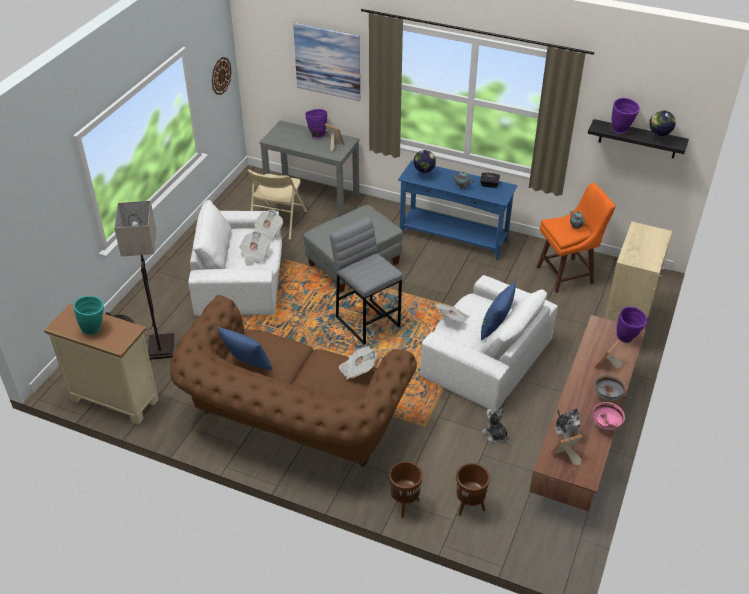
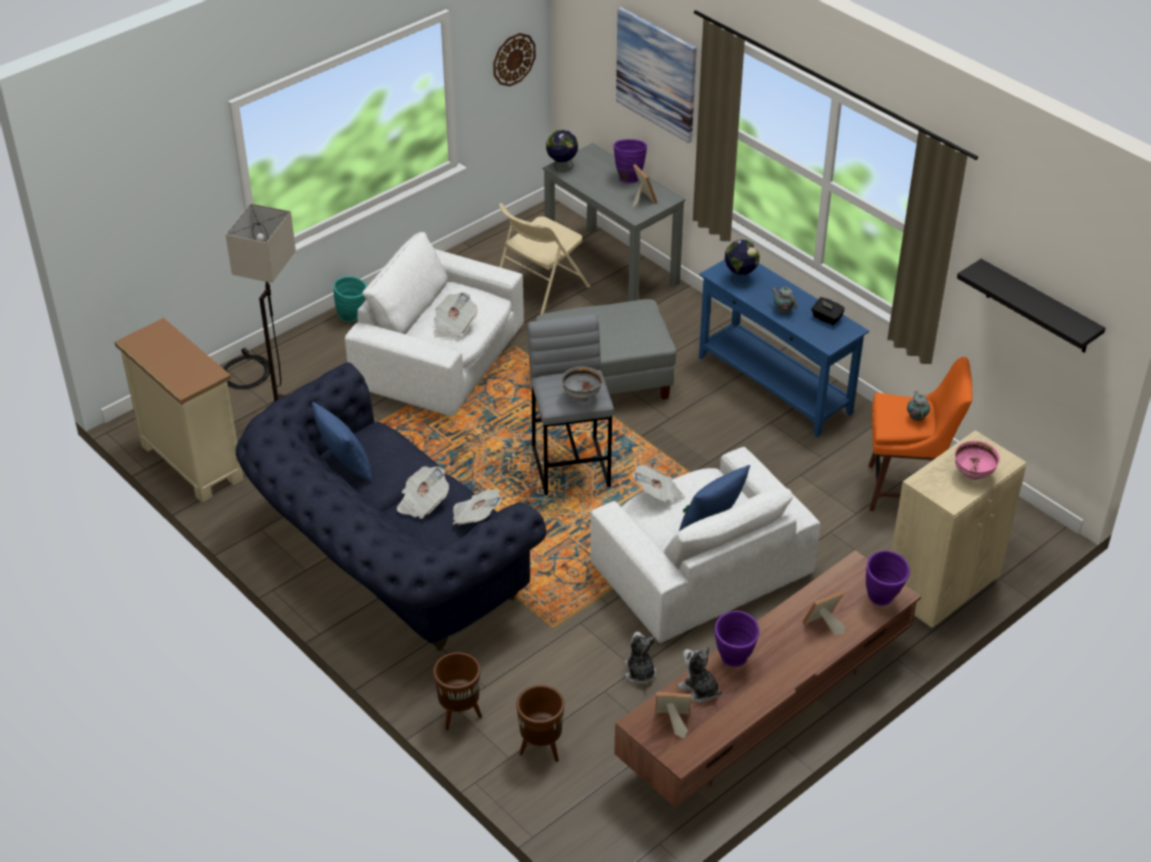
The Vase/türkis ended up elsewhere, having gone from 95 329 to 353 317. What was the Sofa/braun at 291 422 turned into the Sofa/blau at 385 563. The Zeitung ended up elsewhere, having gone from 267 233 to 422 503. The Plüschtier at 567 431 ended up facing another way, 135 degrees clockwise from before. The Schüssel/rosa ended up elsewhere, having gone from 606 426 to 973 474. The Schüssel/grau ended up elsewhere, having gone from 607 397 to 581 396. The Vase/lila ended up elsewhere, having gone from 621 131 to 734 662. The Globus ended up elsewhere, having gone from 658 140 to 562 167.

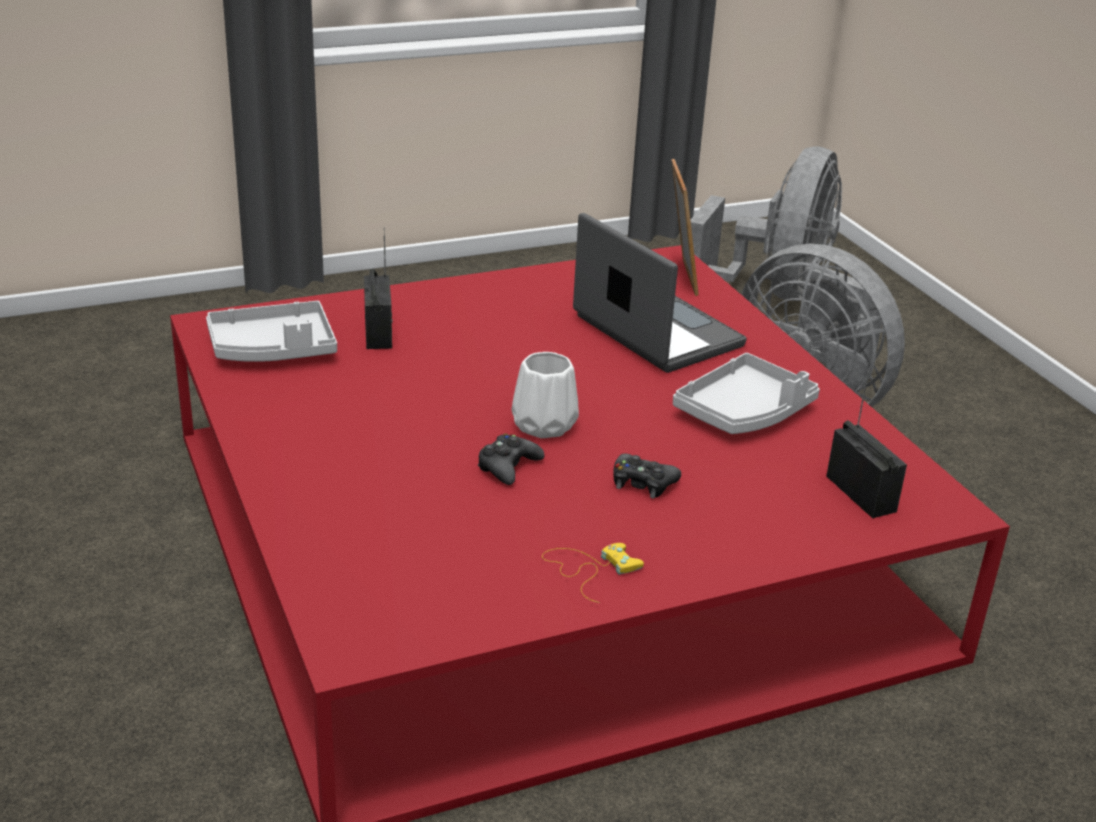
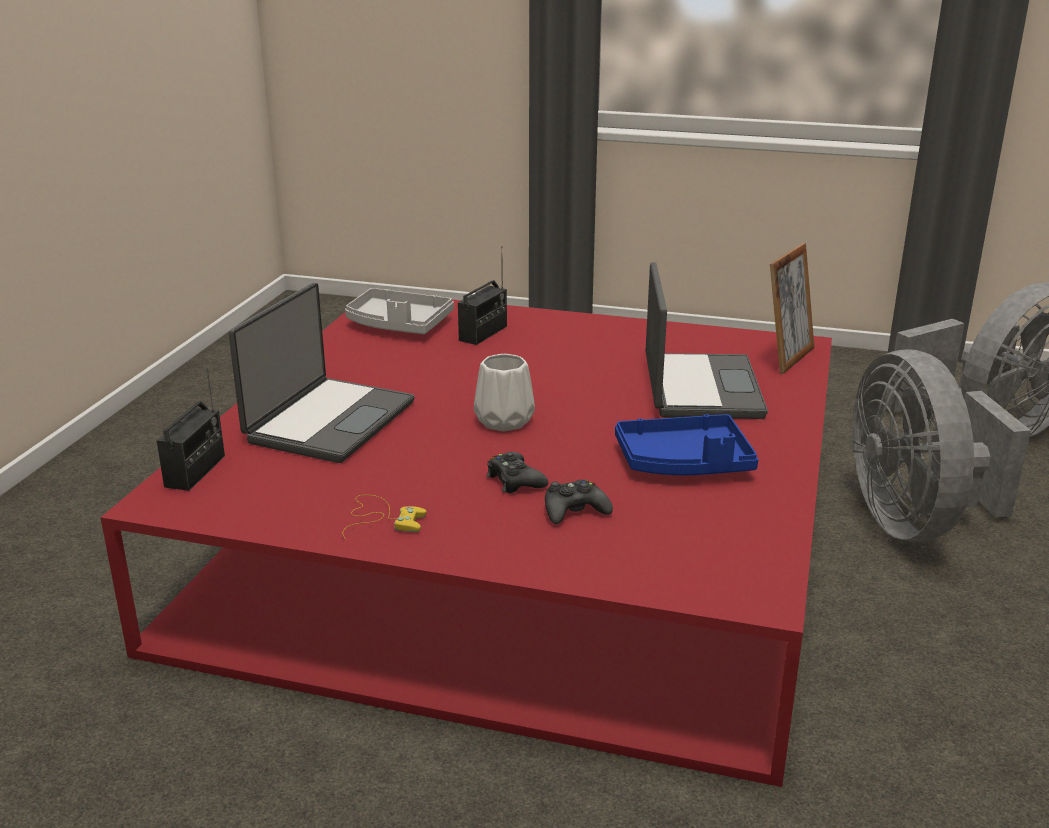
The Gamepad/schwarz ended up elsewhere, having gone from 508 466 to 574 511. What was the Tablett/grau at 745 412 turned into the Tablett/blau at 684 463. The Radio ended up elsewhere, having gone from 861 493 to 195 471. The second view gained the Laptop at 328 421.

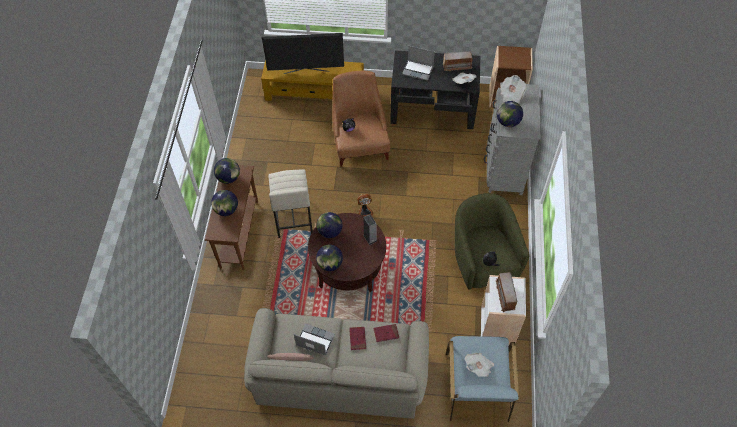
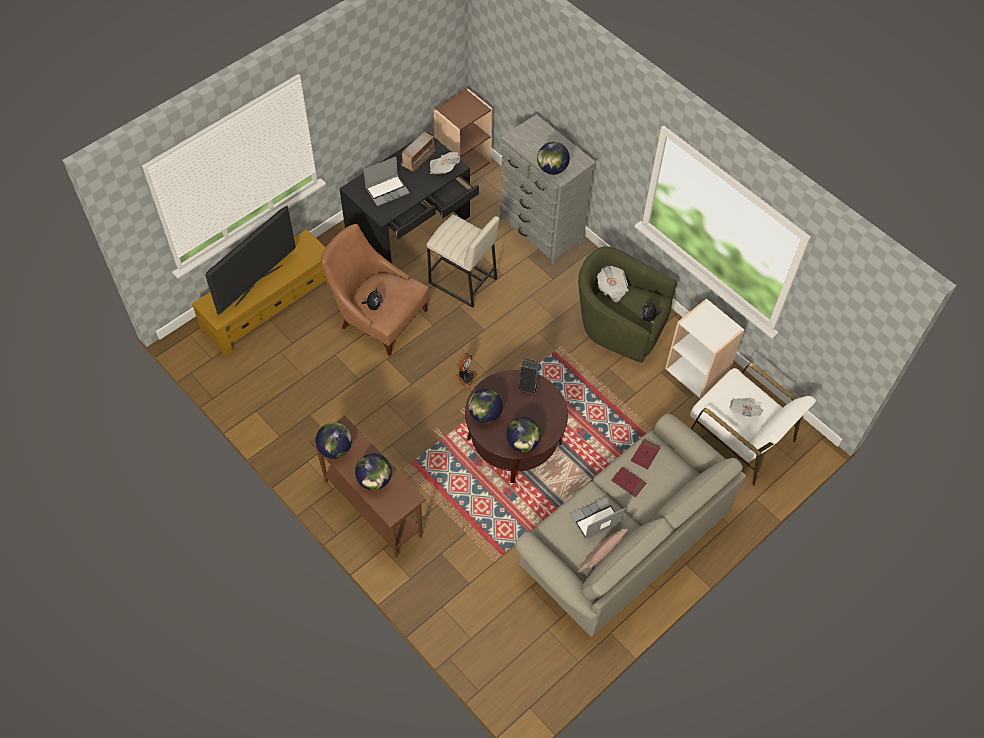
The Hocker/beige ended up elsewhere, having gone from 293 218 to 463 281. What was the Sessel/blau at 476 386 turned into the Sessel/weiß at 739 437. The second view lost the Radio at 505 296. The Zeitung ended up elsewhere, having gone from 511 95 to 612 288.

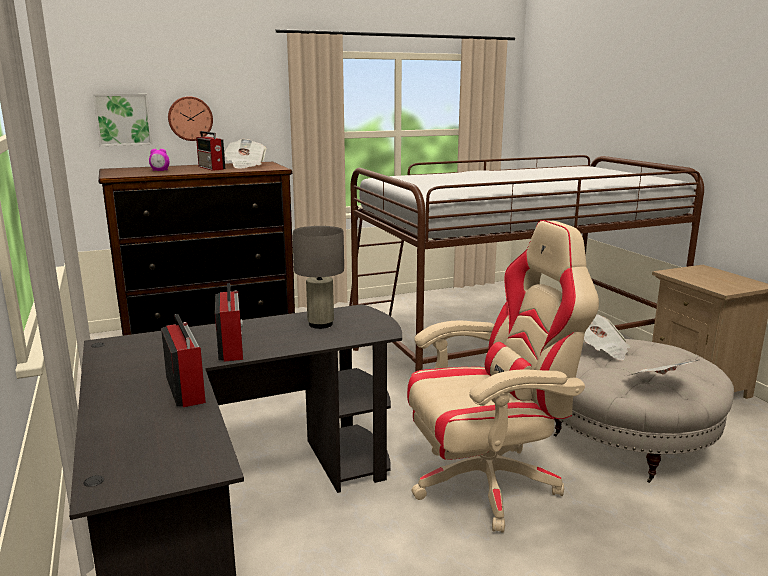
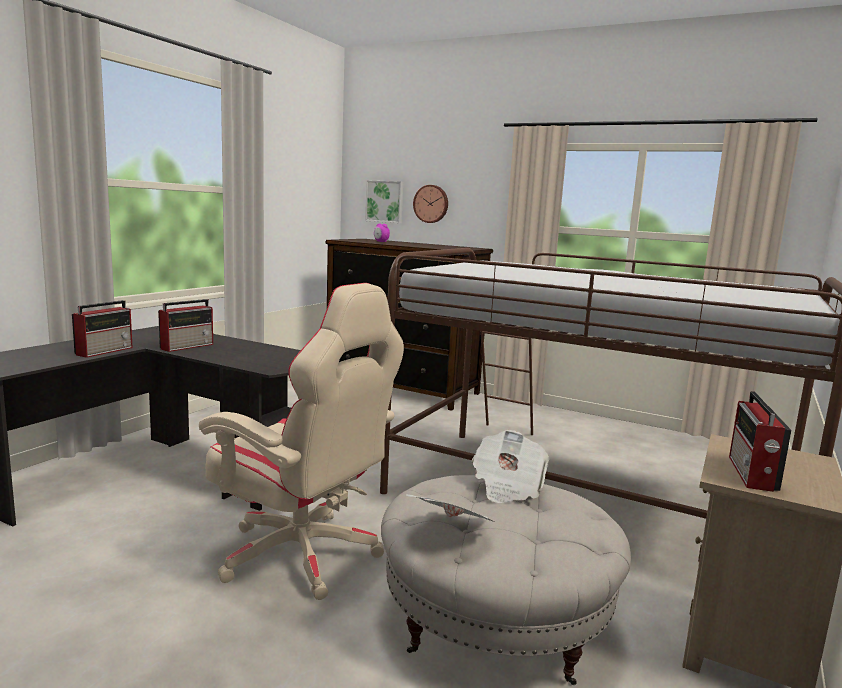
The Radio ended up elsewhere, having gone from 211 168 to 752 474. The second view lost the Zeitung at 245 166. The second view lost the Tischlampe/grau at 320 324.

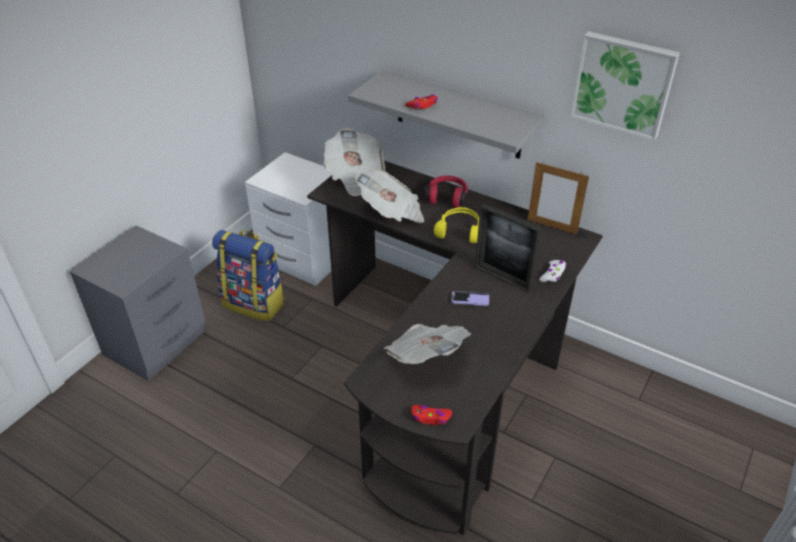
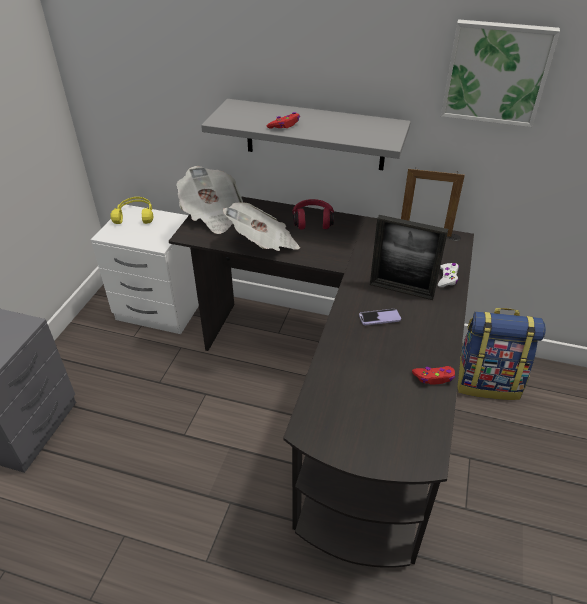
The Rucksack ended up elsewhere, having gone from 255 303 to 487 382. The second view lost the Zeitung at 425 356. The Gamepad/rot ended up elsewhere, having gone from 430 417 to 434 378. The Kopfhörer/gelb ended up elsewhere, having gone from 459 230 to 135 216.

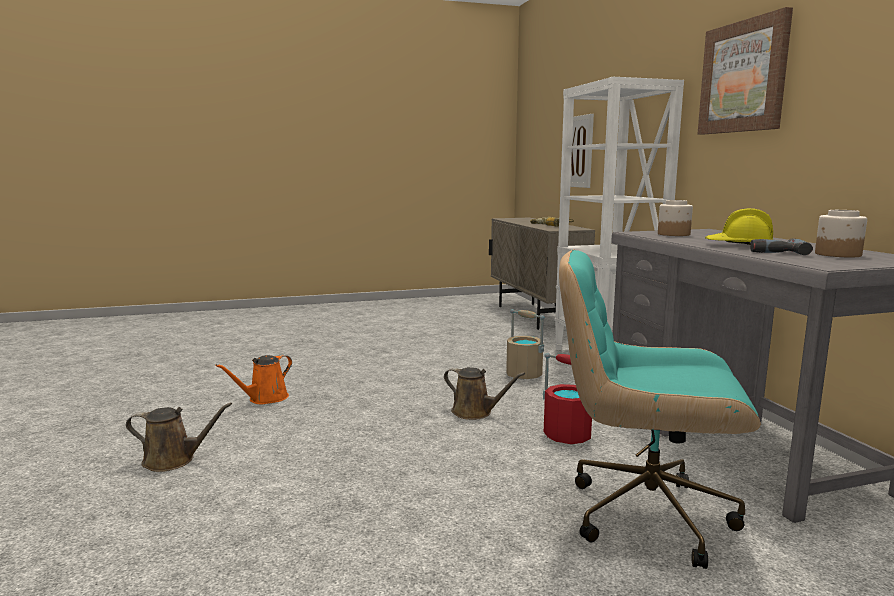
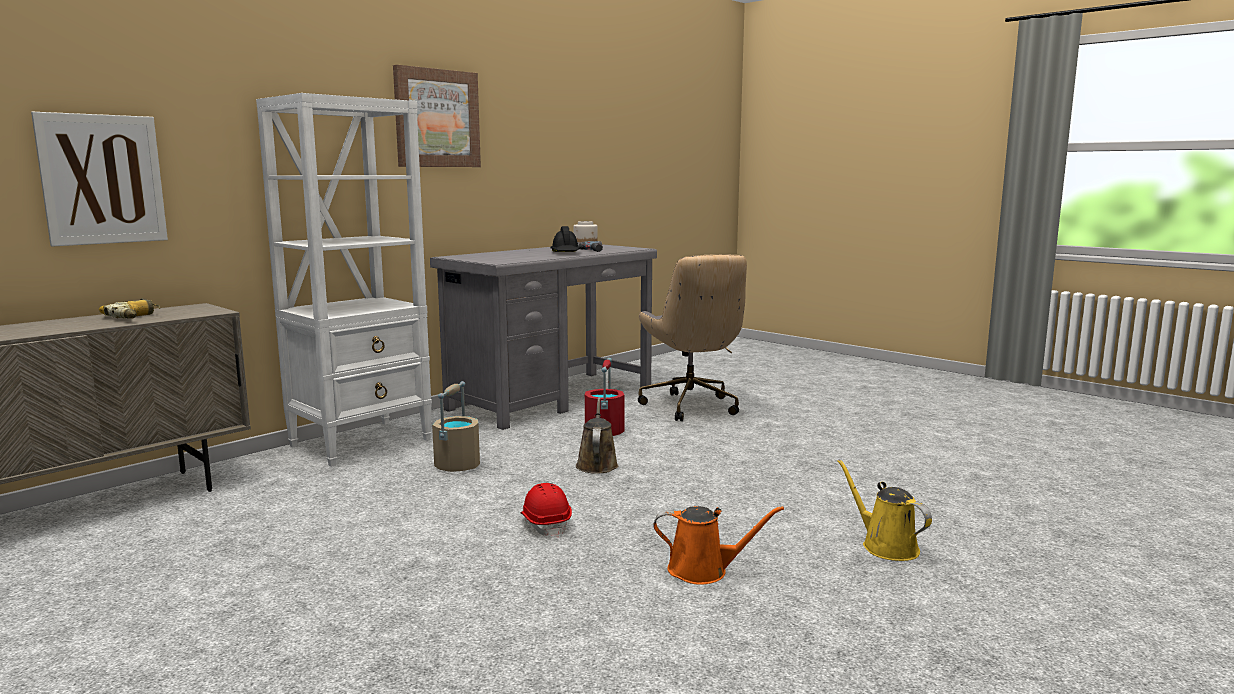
What was the Gießkanne/braun at 174 460 turned into the Gießkanne/gelb at 885 546. What was the Bürostuhl/türkis at 643 515 turned into the Bürostuhl/grau at 690 408. The second view lost the Vorratsglas at 673 234. What was the Schutzhelm/gelb at 738 245 turned into the Schutzhelm/schwarz at 565 253. The second view gained the Schutzhelm/rot at 546 524.

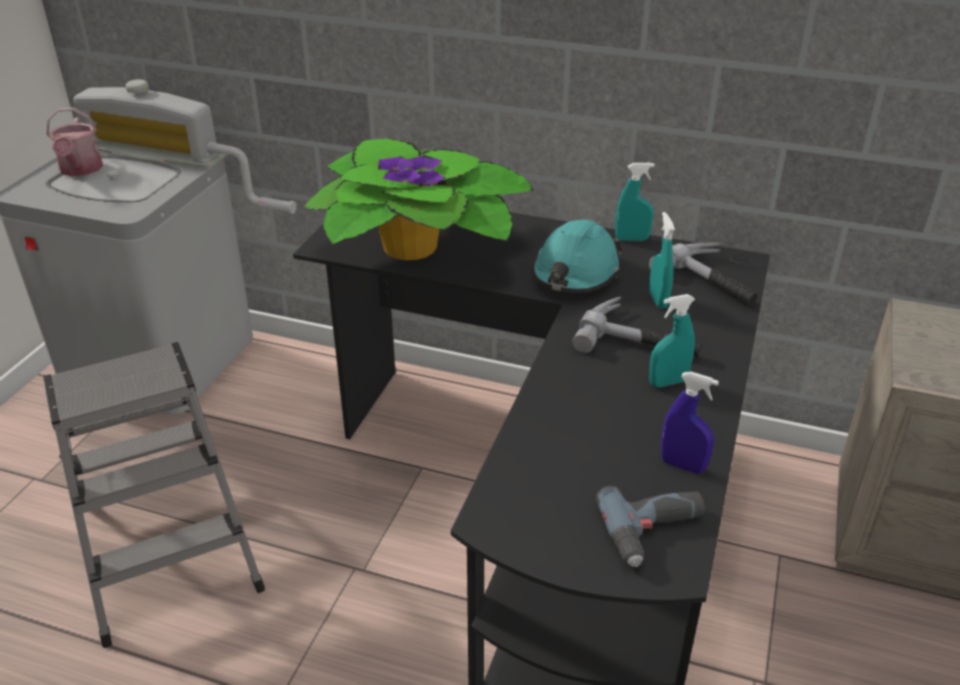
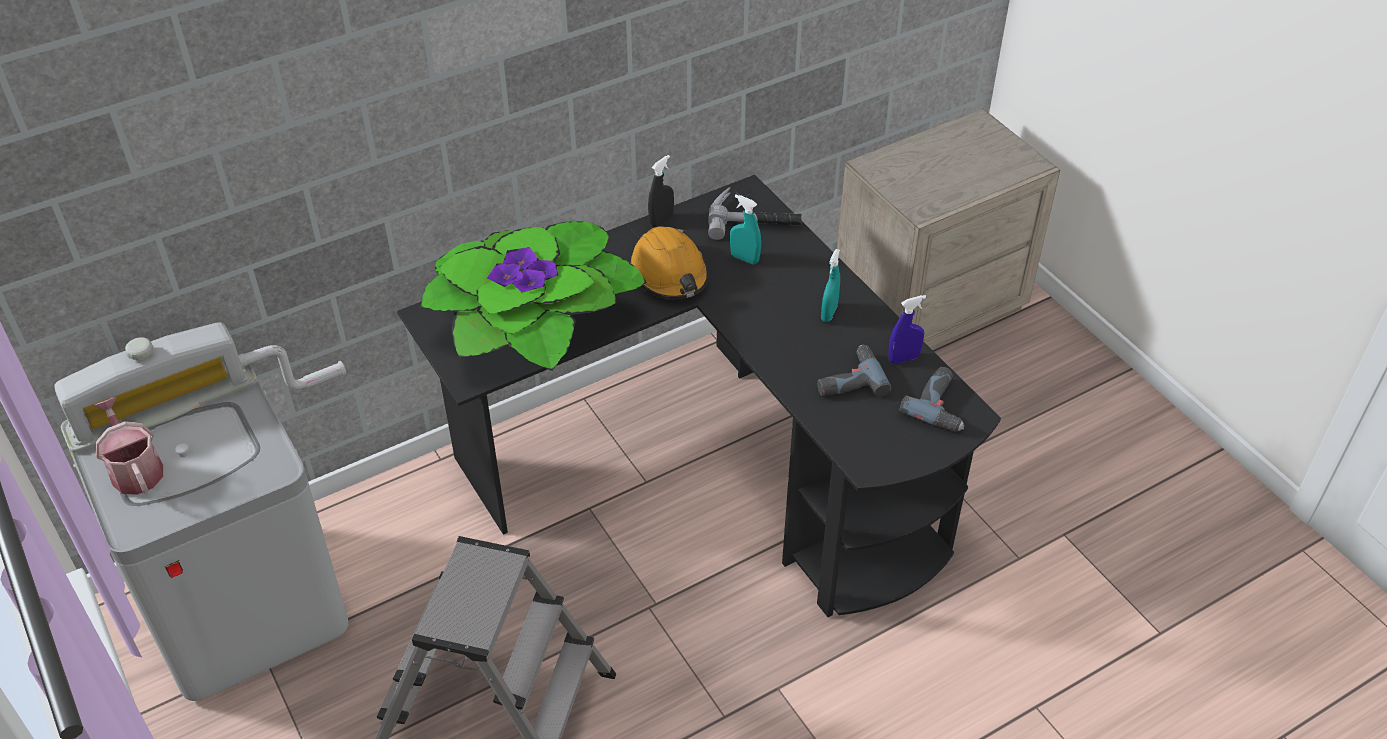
The Gießkanne at 80 170 ended up facing another way, 150 degrees counterclockwise from before. What was the Schutzhelm/türkis at 575 274 turned into the Schutzhelm/orange at 670 275. The second view lost the Hammer at 641 339. What was the Sprühflasche/türkis at 631 239 turned into the Sprühflasche/schwarz at 661 220. The second view gained the Bohrmaschine at 847 379.

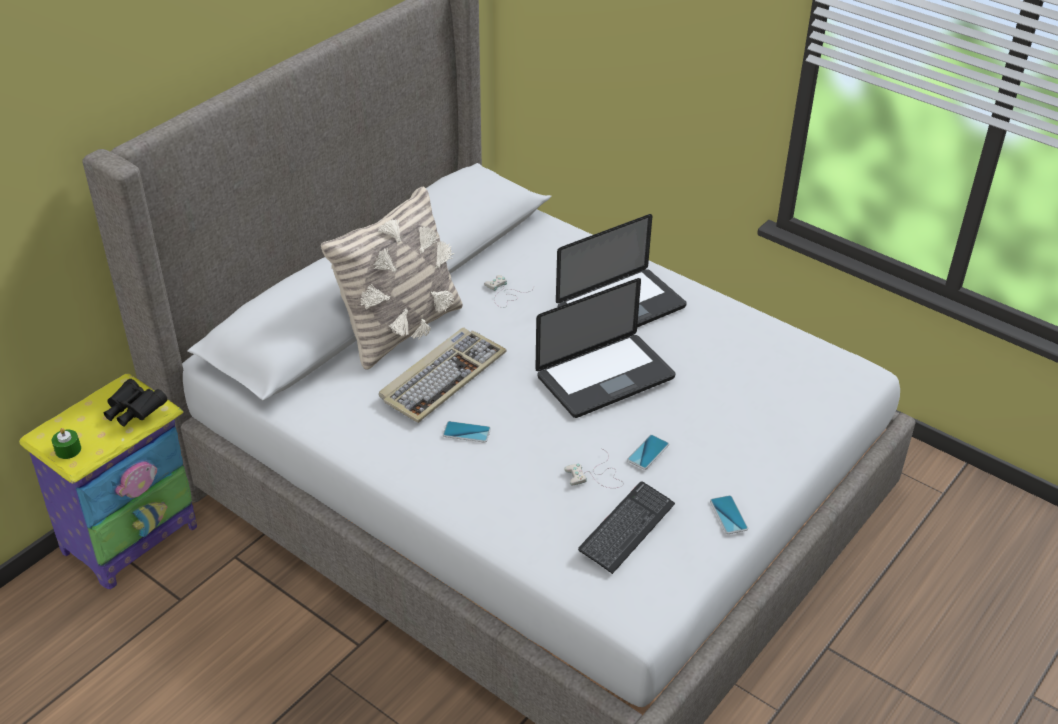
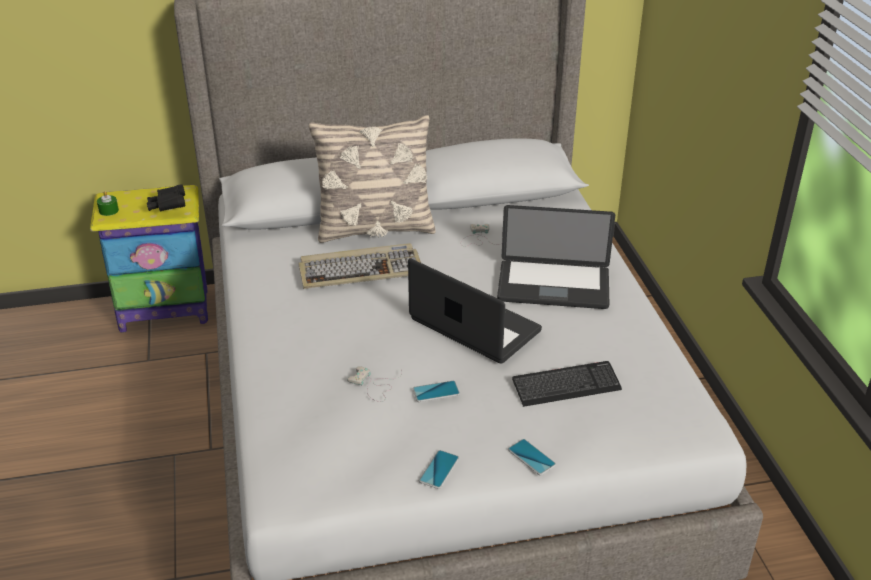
The Handy ended up elsewhere, having gone from 466 432 to 531 457. The Laptop at 605 377 ended up facing another way, 150 degrees counterclockwise from before. The Tastatur ended up elsewhere, having gone from 626 528 to 566 386.

